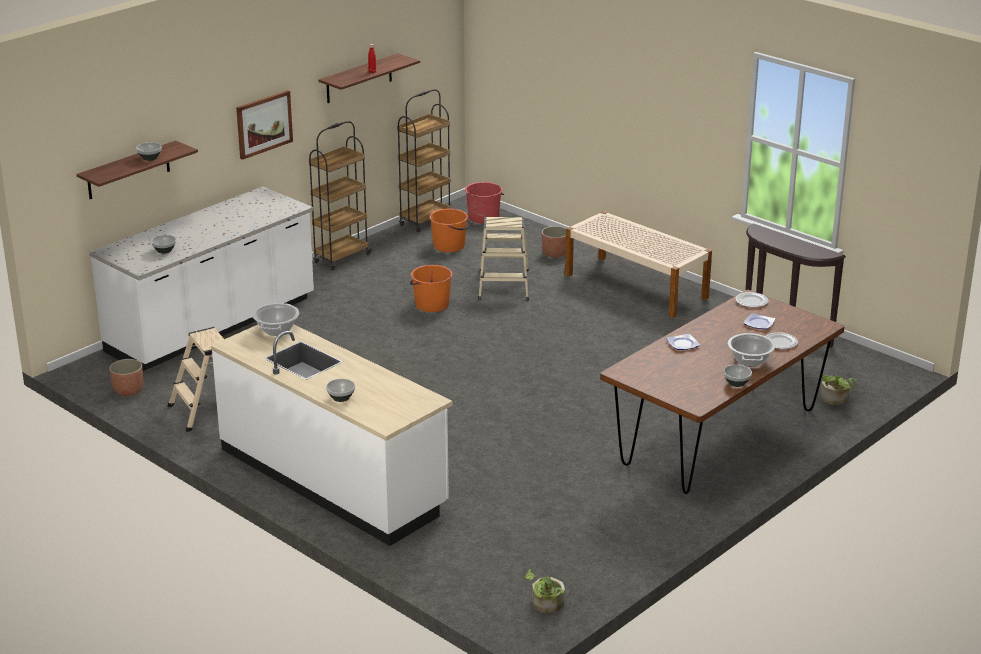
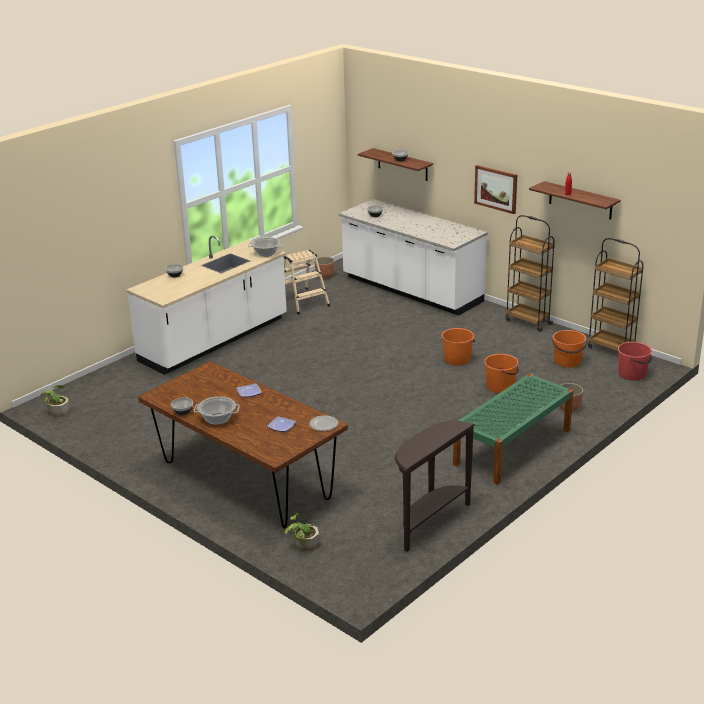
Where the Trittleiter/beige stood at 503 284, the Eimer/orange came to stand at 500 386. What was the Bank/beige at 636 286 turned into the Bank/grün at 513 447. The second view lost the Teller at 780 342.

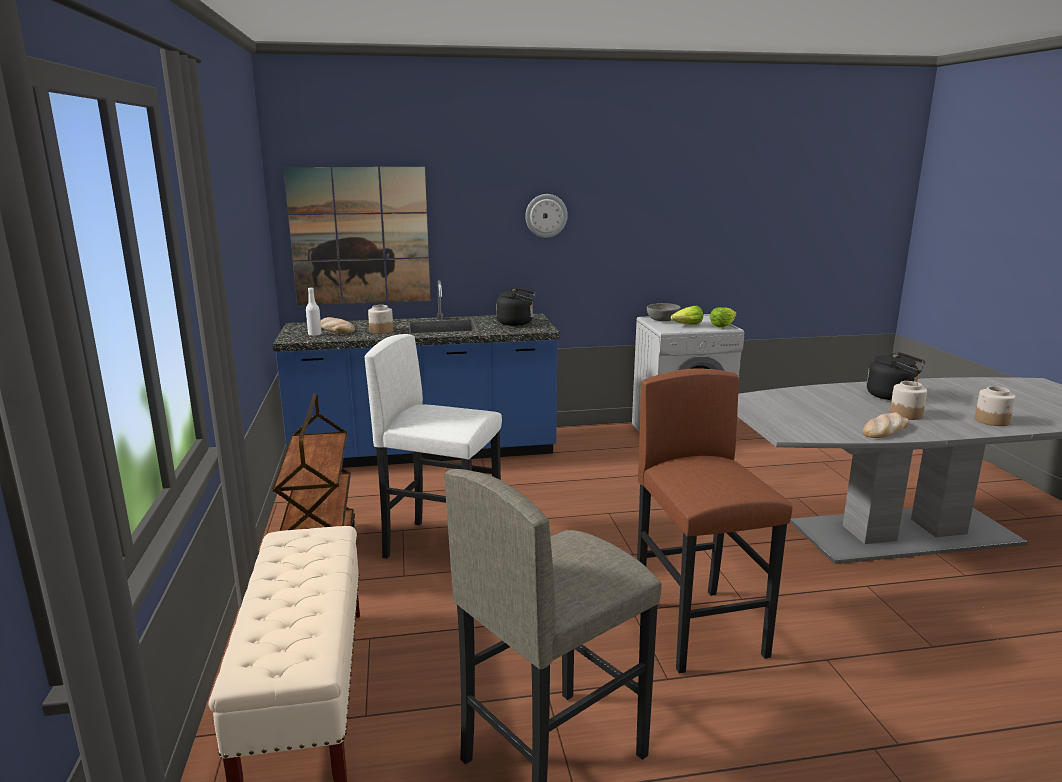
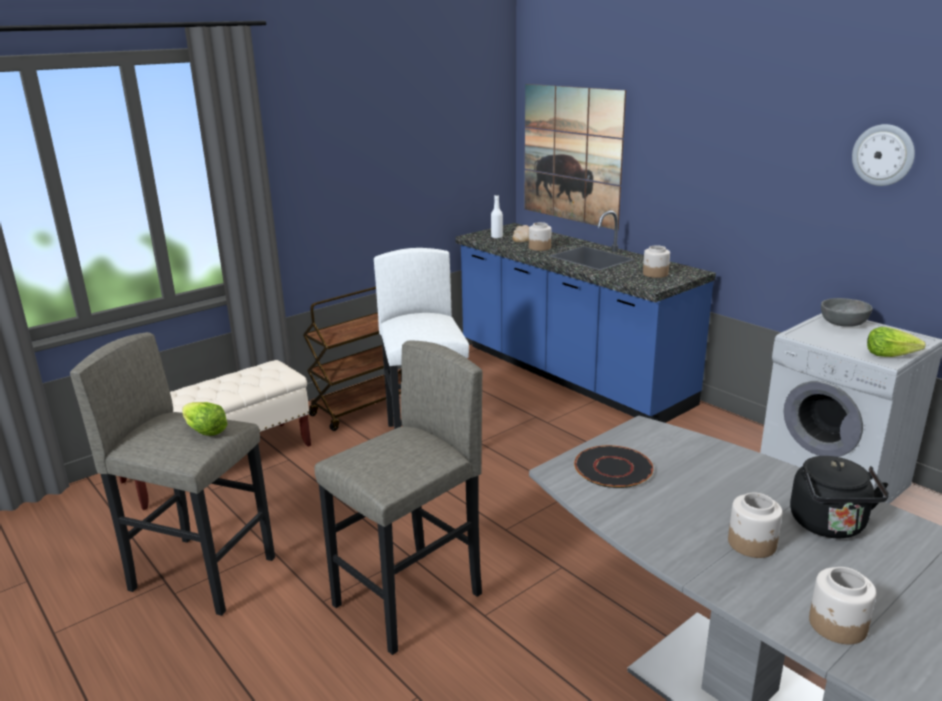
Where the Wasserkessel/schwarz stood at 517 323, the Vorratsglas came to stand at 655 274. The Wanduhr ended up elsewhere, having gone from 546 215 to 883 155. What was the Hocker/braun at 699 629 turned into the Hocker/grau at 409 600. The Salatkopf ended up elsewhere, having gone from 688 325 to 204 431. The second view lost the Brot at 885 430. The second view gained the Teller/schwarz at 613 468.

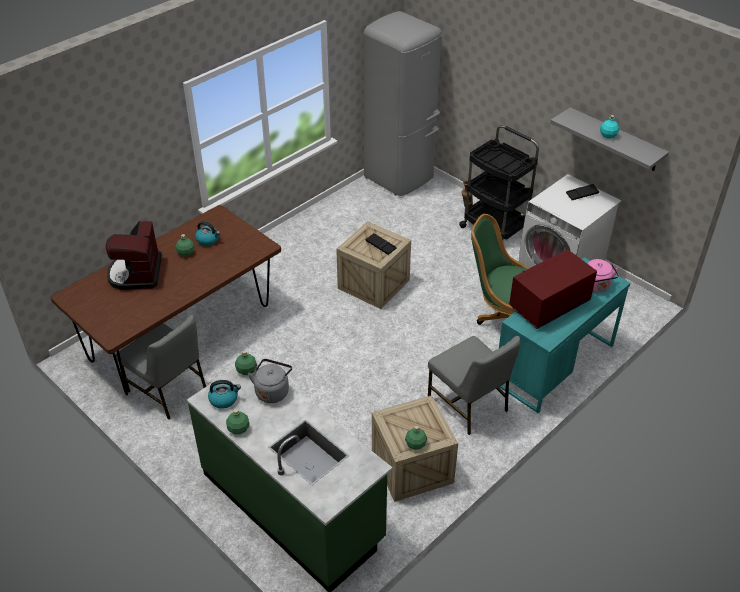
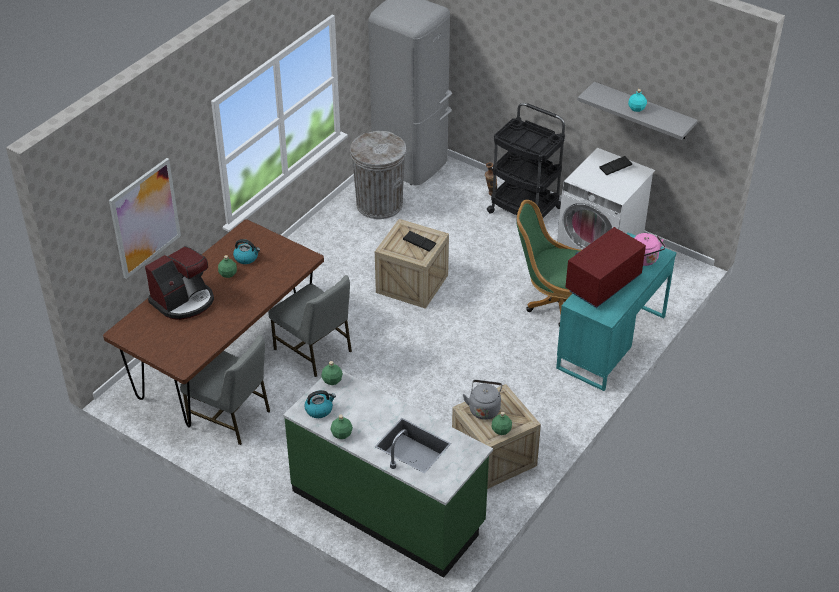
The Kaffeemaschine at 136 273 ended up facing another way, 120 degrees counterclockwise from before. The Wasserkessel/grau ended up elsewhere, having gone from 272 391 to 484 408. The Stuhl/grau ended up elsewhere, having gone from 469 405 to 314 350. The second view gained the Bild at 145 218. The second view gained the Mülleimer/grau at 379 204.

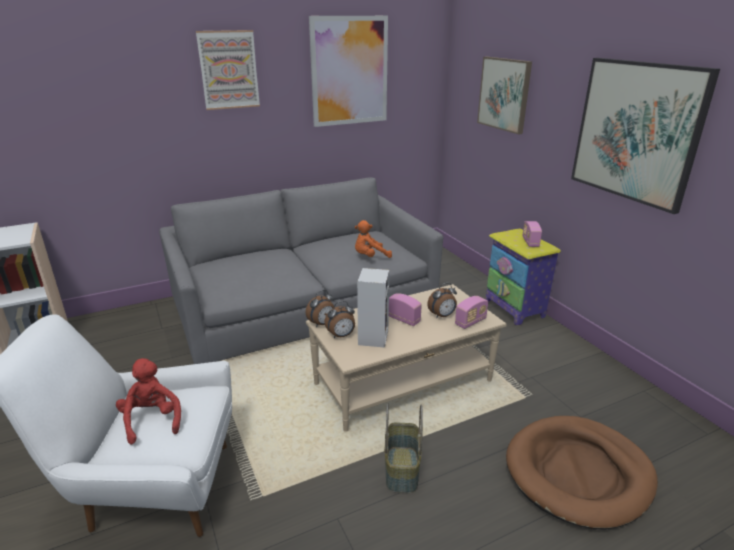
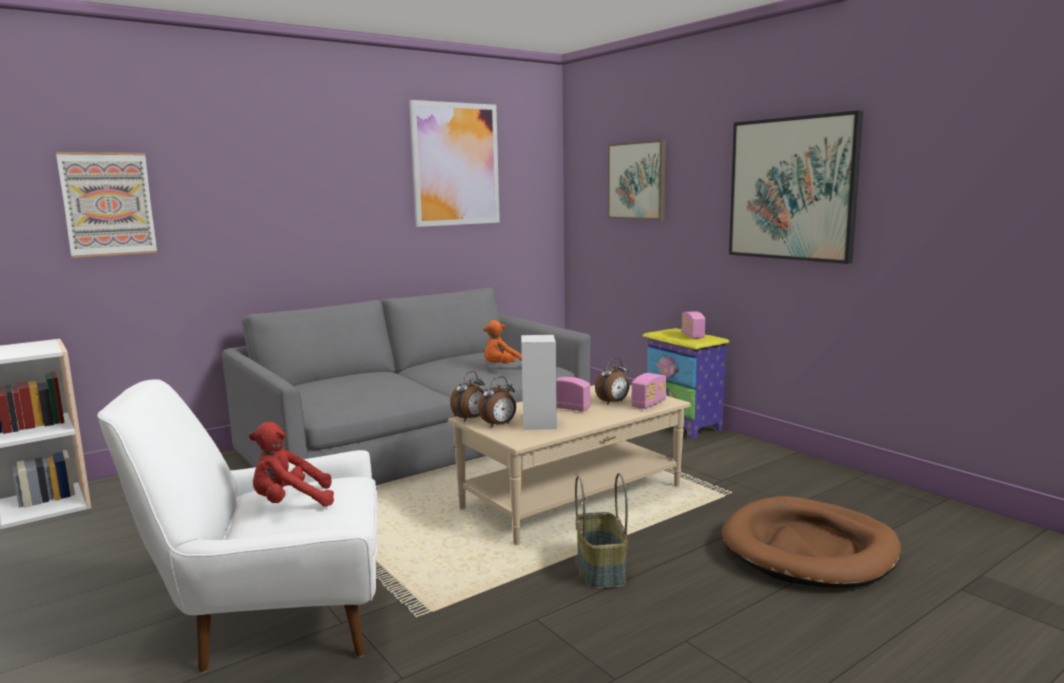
The Plüschtier/rot at 152 420 ended up facing another way, 75 degrees counterclockwise from before. The Bild ended up elsewhere, having gone from 229 70 to 108 204.

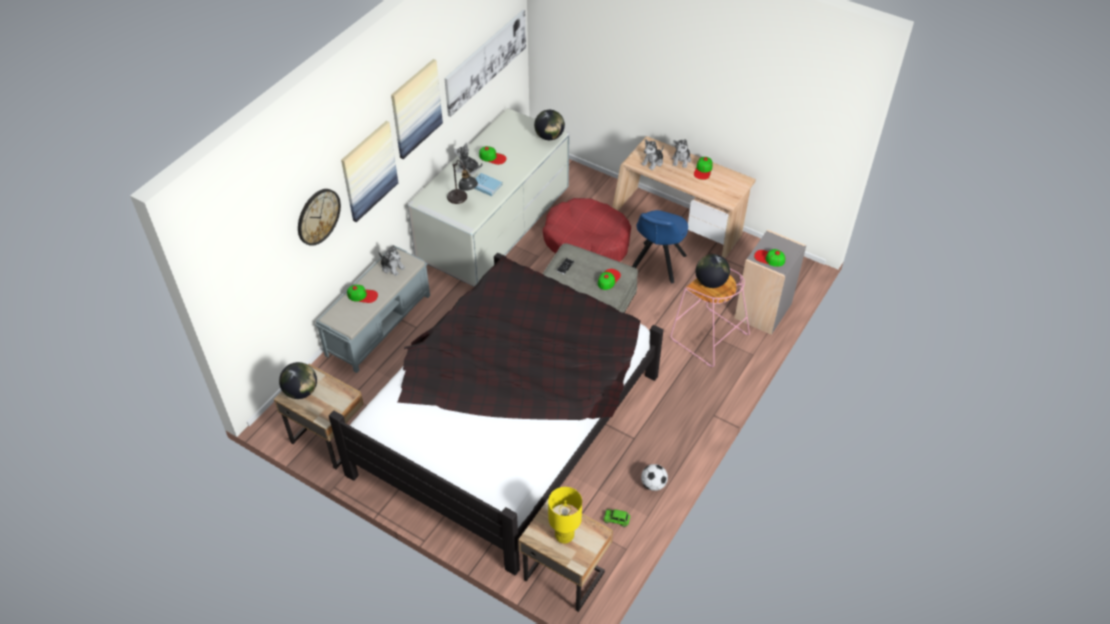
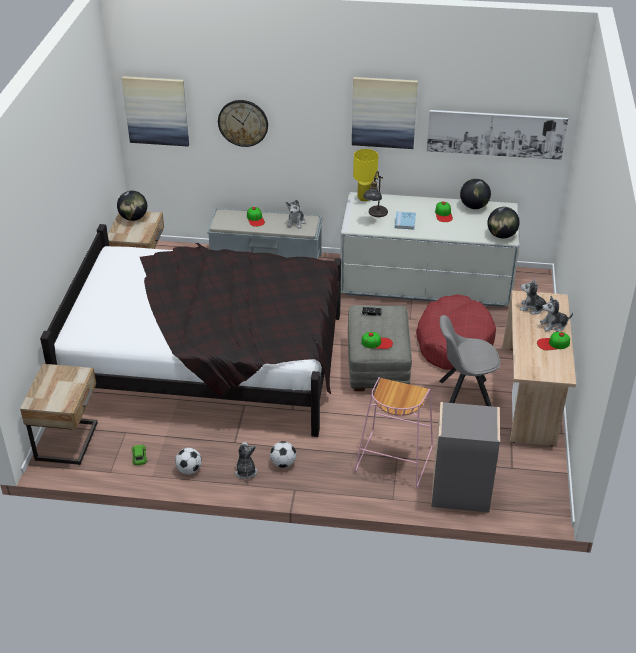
The Bild ended up elsewhere, having gone from 369 171 to 156 111. The Plüschtier ended up elsewhere, having gone from 467 169 to 245 471. The Tischlampe/gelb ended up elsewhere, having gone from 564 536 to 364 199. What was the Stuhl/blau at 657 264 turned into the Stuhl/grau at 464 396. The Globus ended up elsewhere, having gone from 710 282 to 474 206. The second view lost the Kappe at 769 258. The second view gained the Fußball at 283 463.

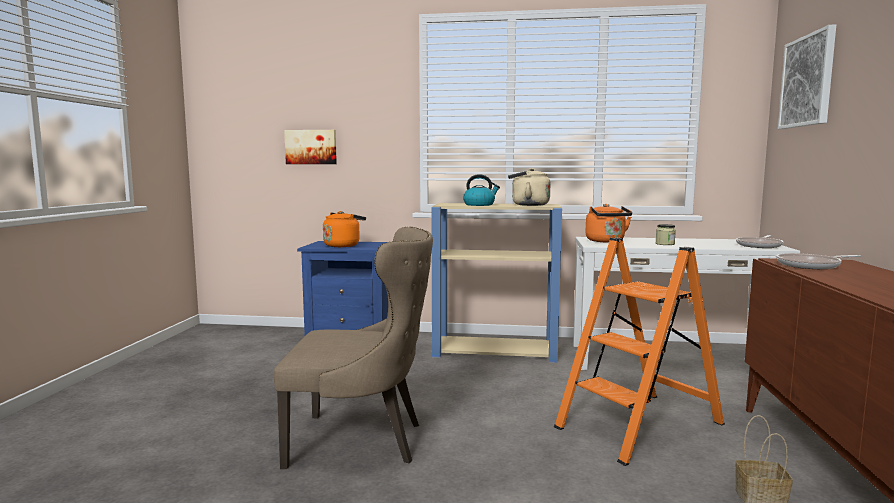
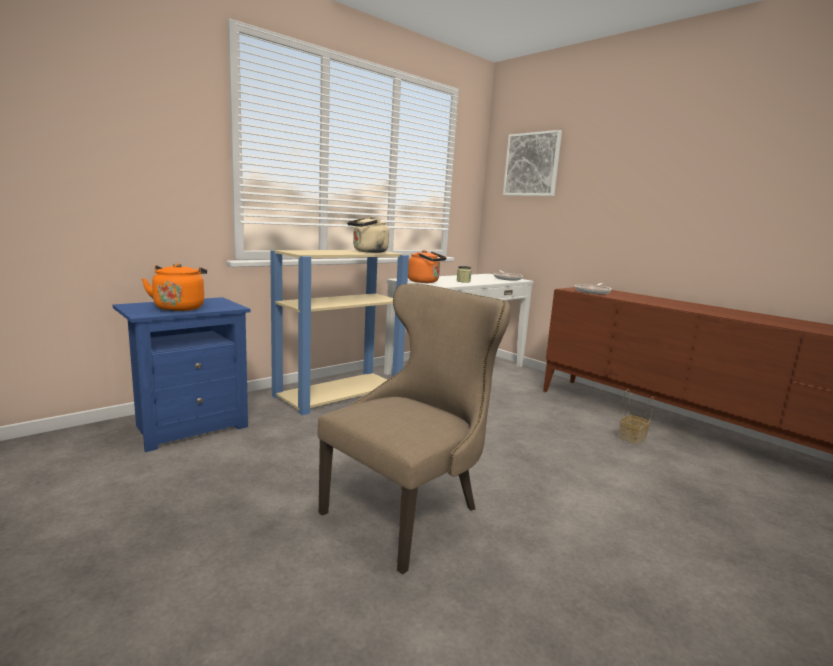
The second view lost the Bild at 311 147. The second view lost the Wasserkessel at 479 205. The second view lost the Trittleiter/orange at 641 425.

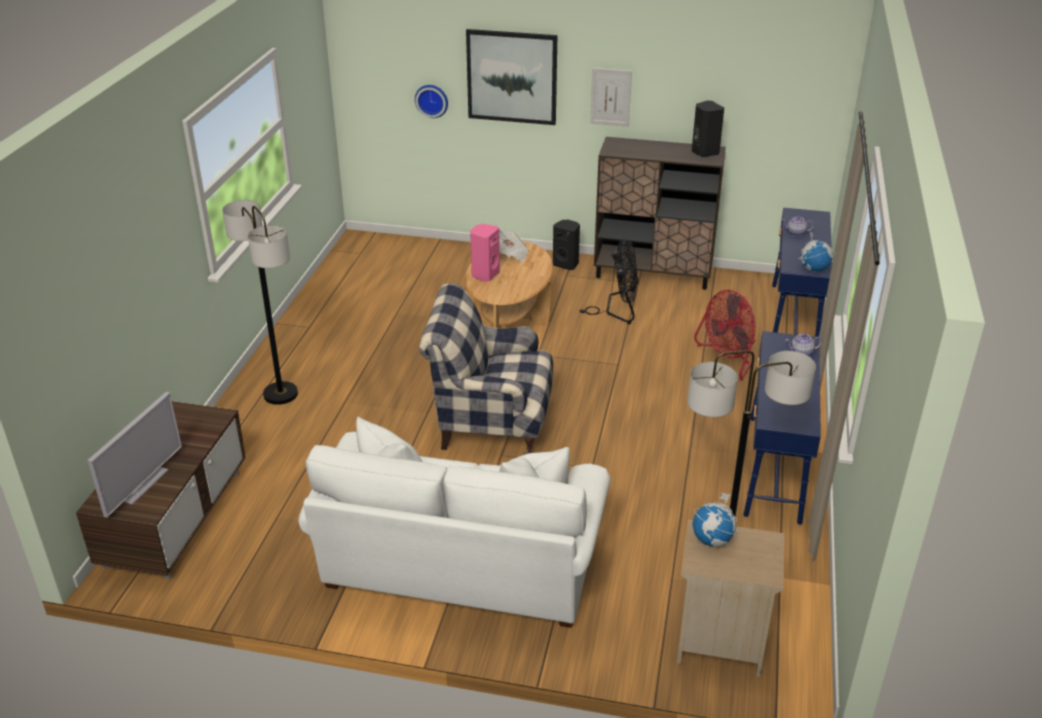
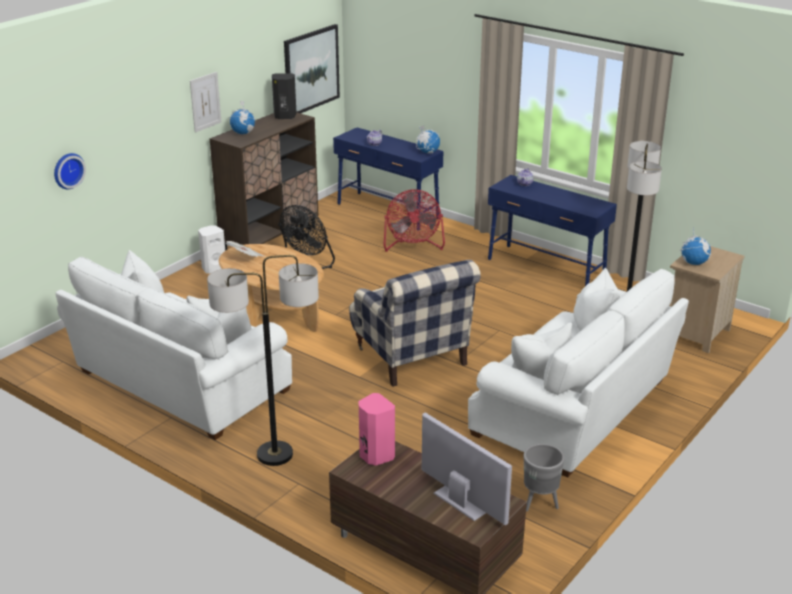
The Sessel at 491 423 ended up facing another way, 60 degrees counterclockwise from before. The Bild ended up elsewhere, having gone from 512 77 to 311 70. The Lautsprecher/rosa ended up elsewhere, having gone from 484 274 to 375 456. What was the Lautsprecher/schwarz at 566 264 turned into the Lautsprecher/weiß at 213 268. The second view gained the Sofa/weiß at 180 383. The second view gained the Globus at 243 133. The second view gained the Pflanzkübel/grau at 540 504.

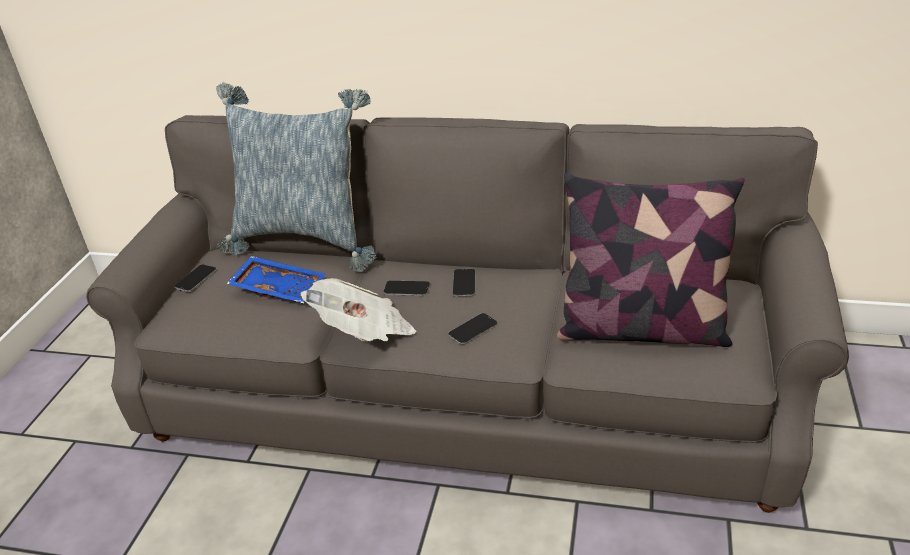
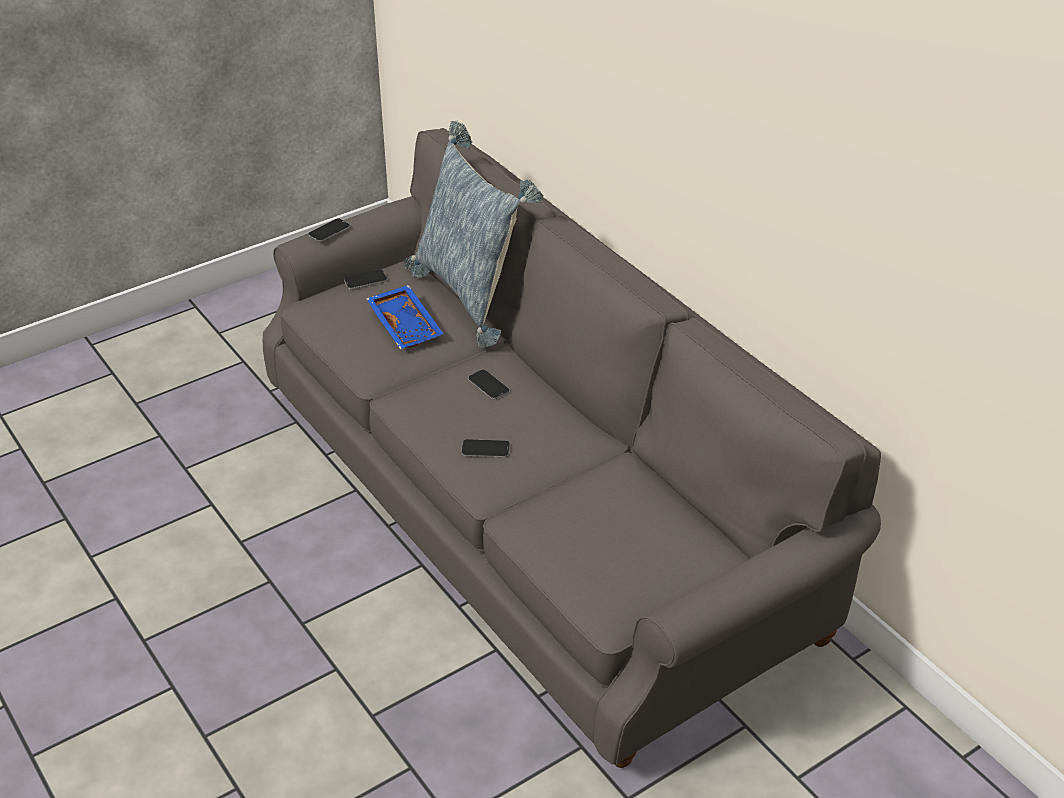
The second view lost the Zeitung at 364 332. The Handy ended up elsewhere, having gone from 464 283 to 329 231. The second view lost the Kissen at 641 329.

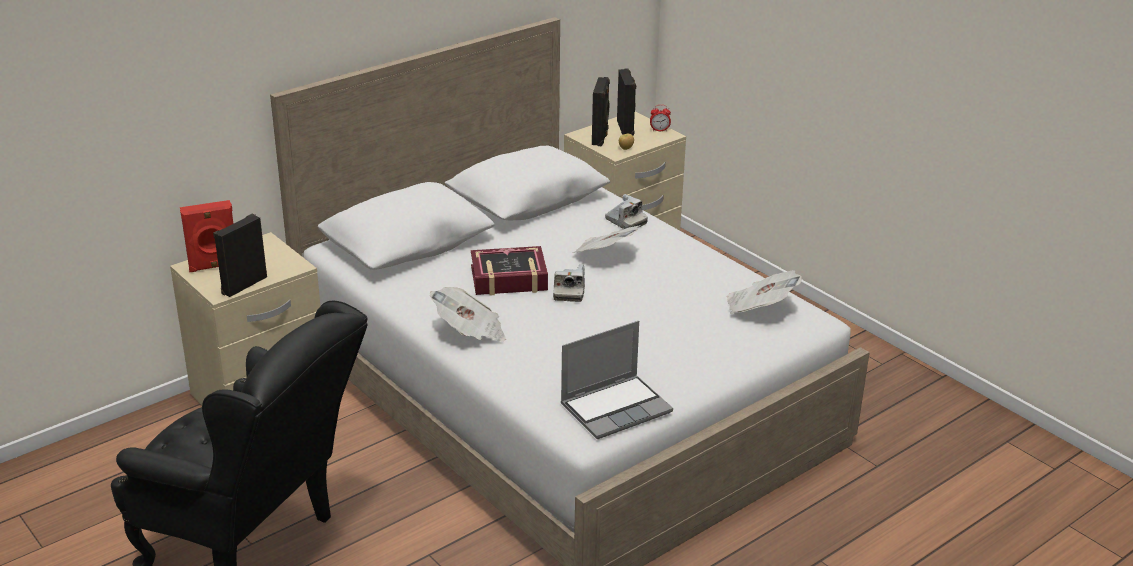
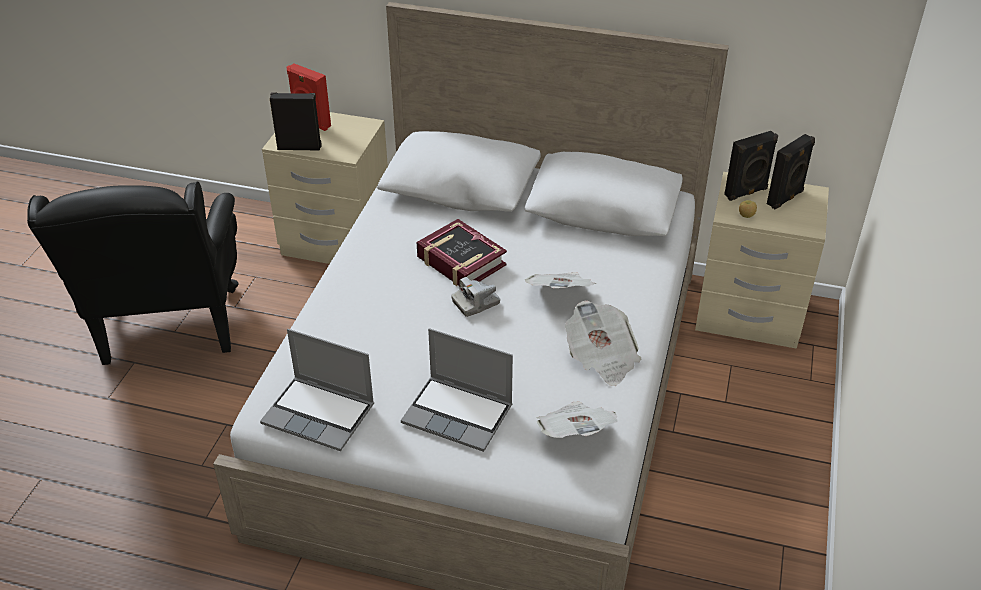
The Zeitung ended up elsewhere, having gone from 470 332 to 601 358. The second view lost the Kamera at 625 221. The second view lost the Wecker at 659 130. The second view gained the Laptop at 459 414.

